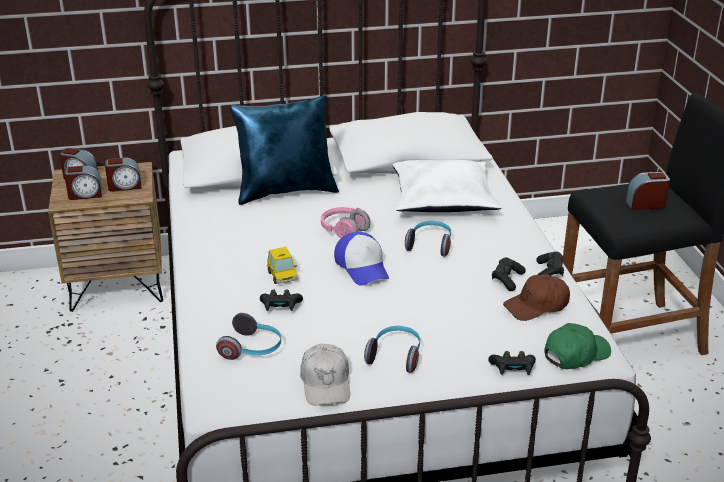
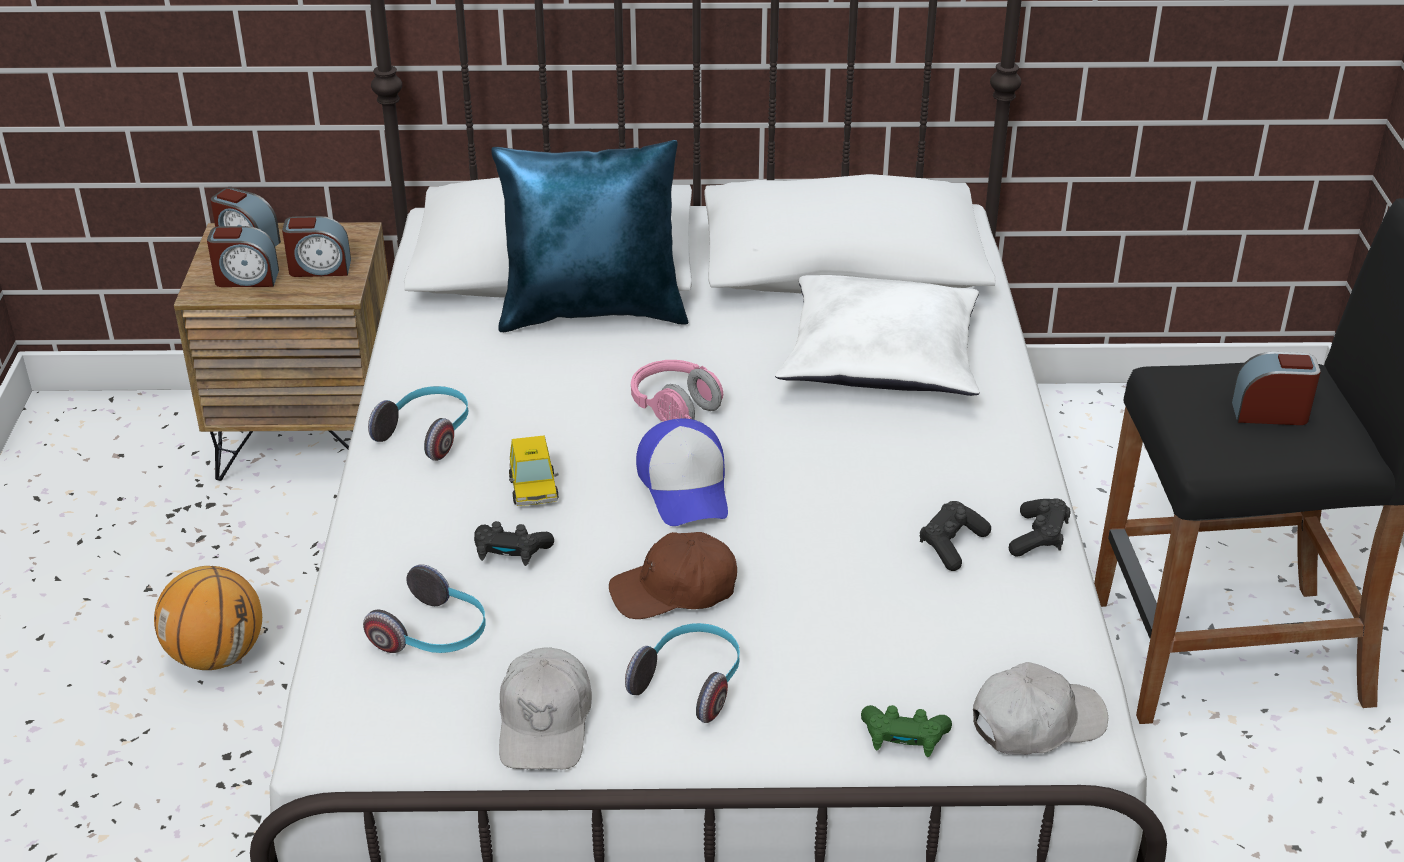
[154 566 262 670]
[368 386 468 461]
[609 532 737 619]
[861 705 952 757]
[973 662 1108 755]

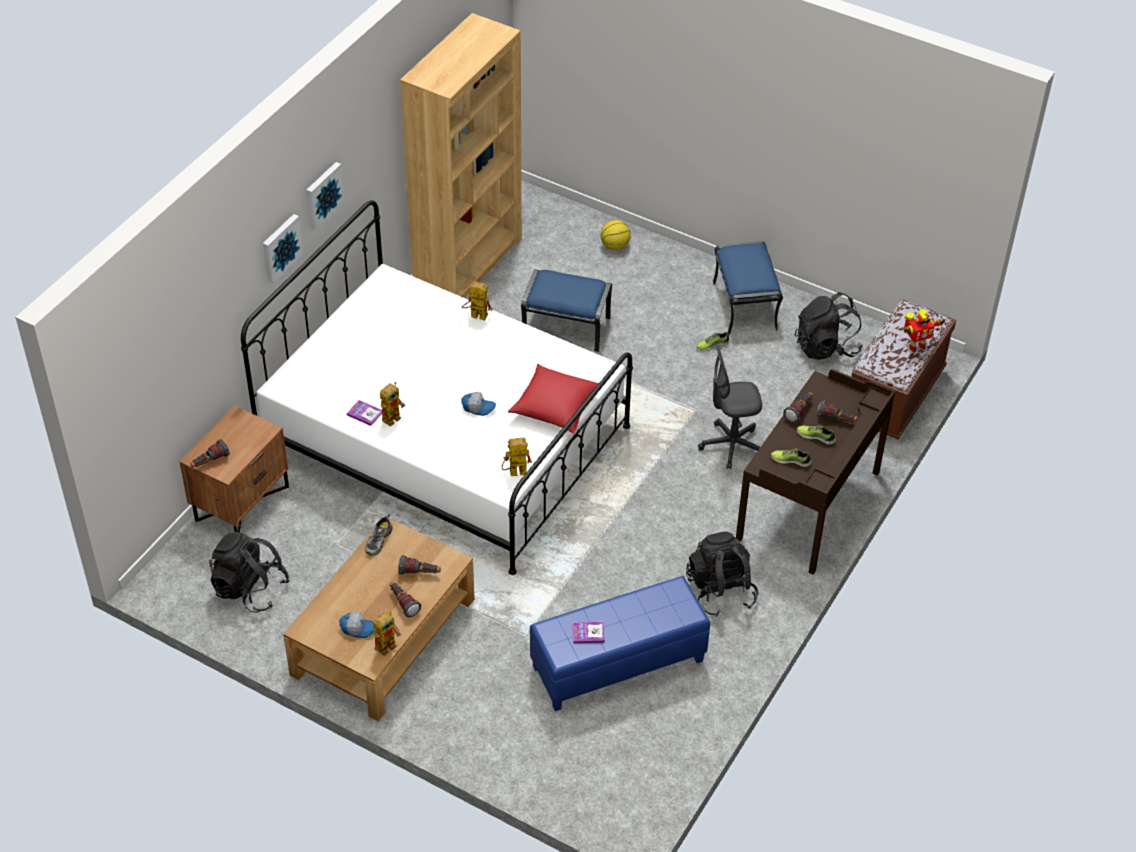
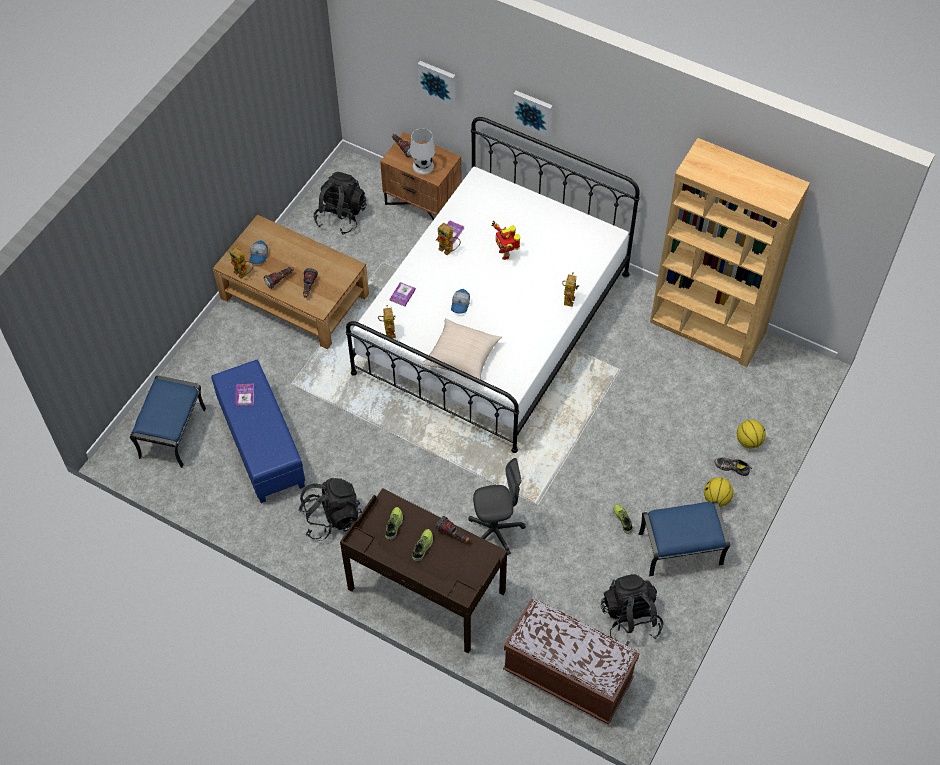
[130 376 206 468]
[390 282 416 306]
[410 128 435 175]
[418 61 456 107]
[422 318 502 380]
[468 458 526 555]
[492 221 520 260]
[704 477 734 507]
[714 457 753 476]
[817 400 858 422] (first image)

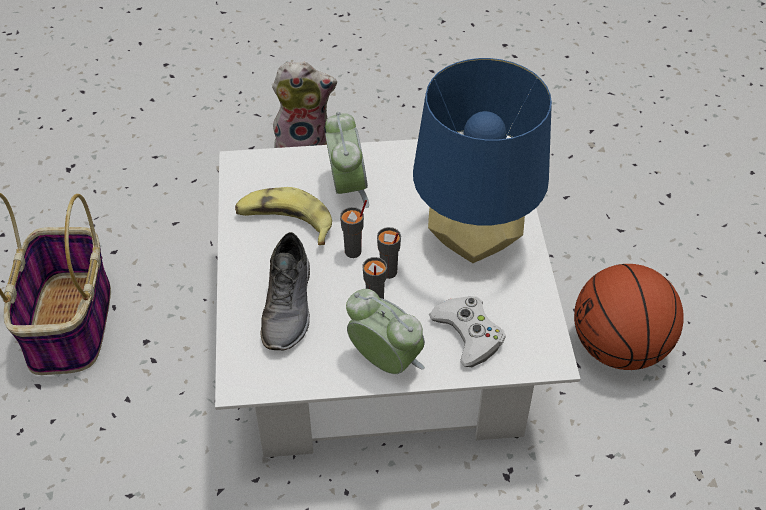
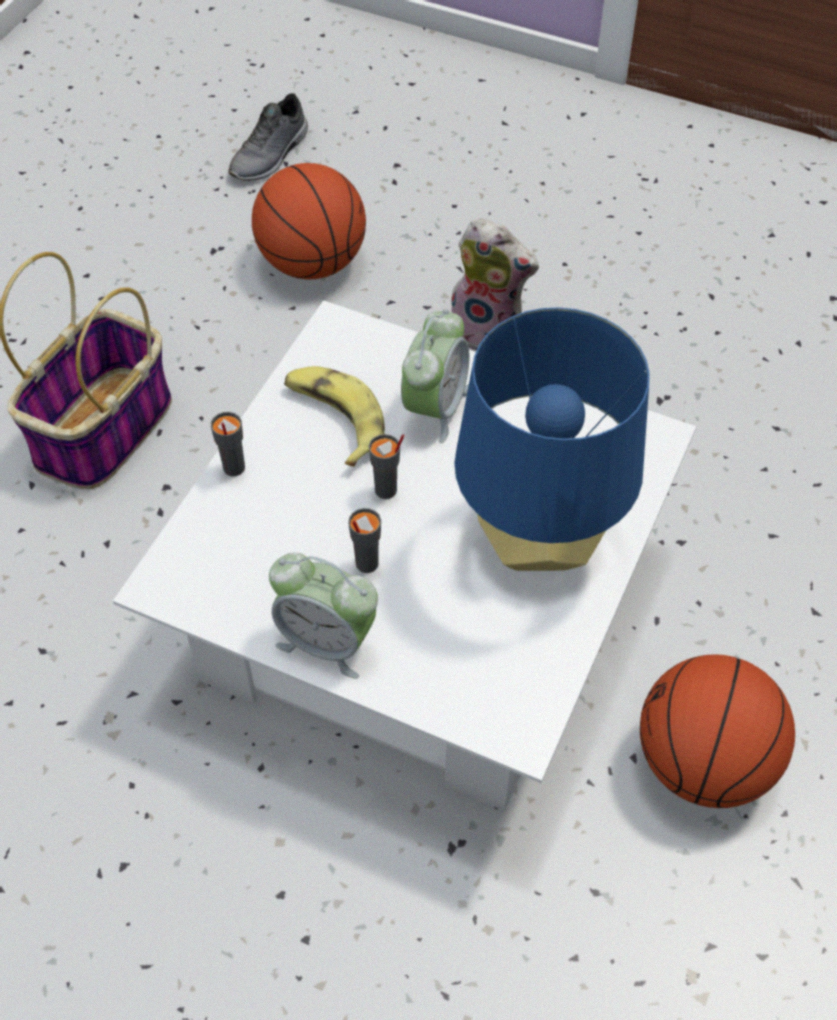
[211 412 245 476]
[228 93 308 181]
[252 163 366 279]
[269 552 378 679]
[429 296 506 367] (first image)

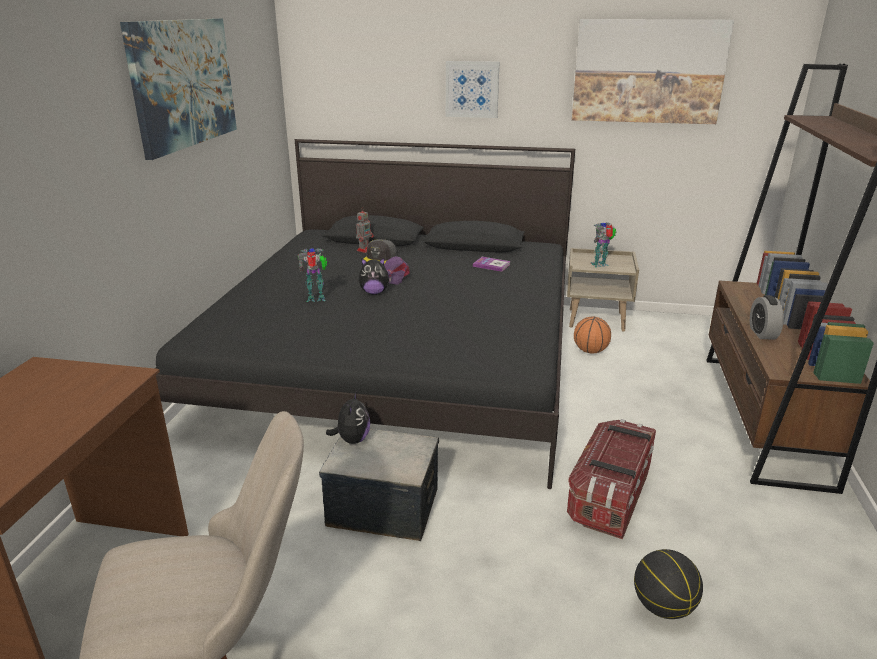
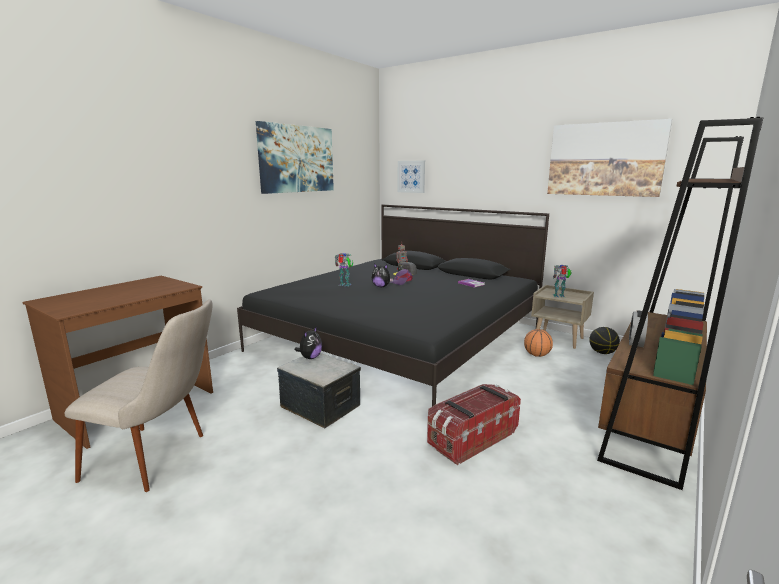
[398 160 425 193]
[589 327 620 354]

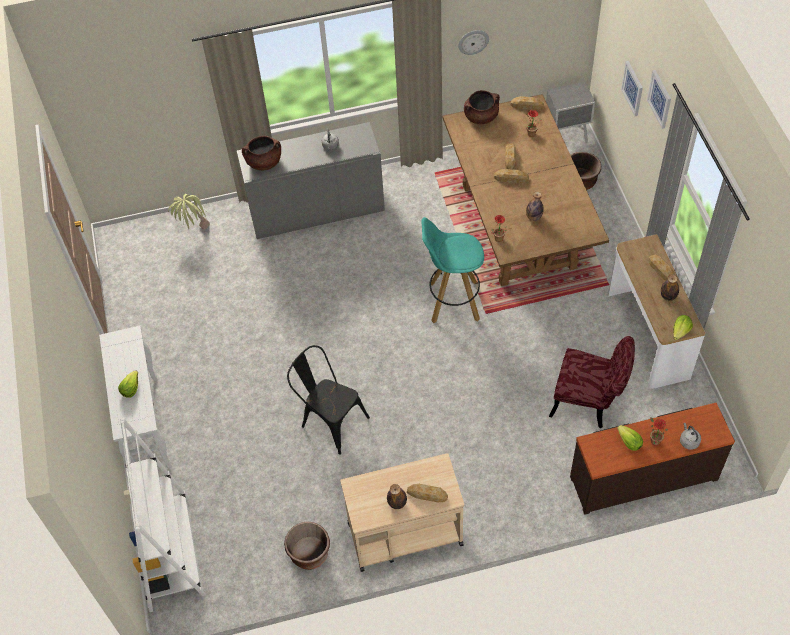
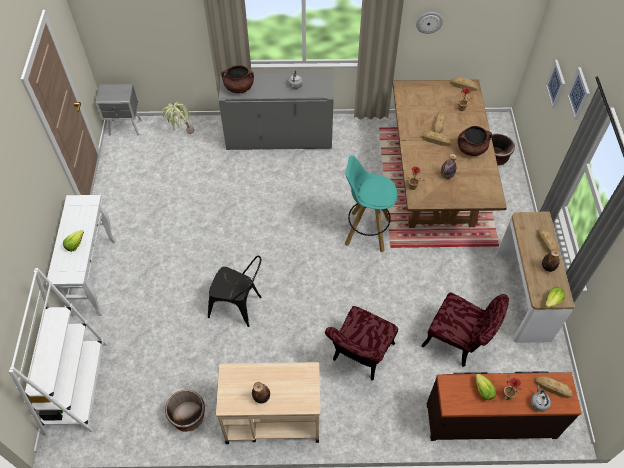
[96 84 142 136]
[208 255 262 327]
[325 306 398 380]
[458 126 492 156]
[535 376 573 398]

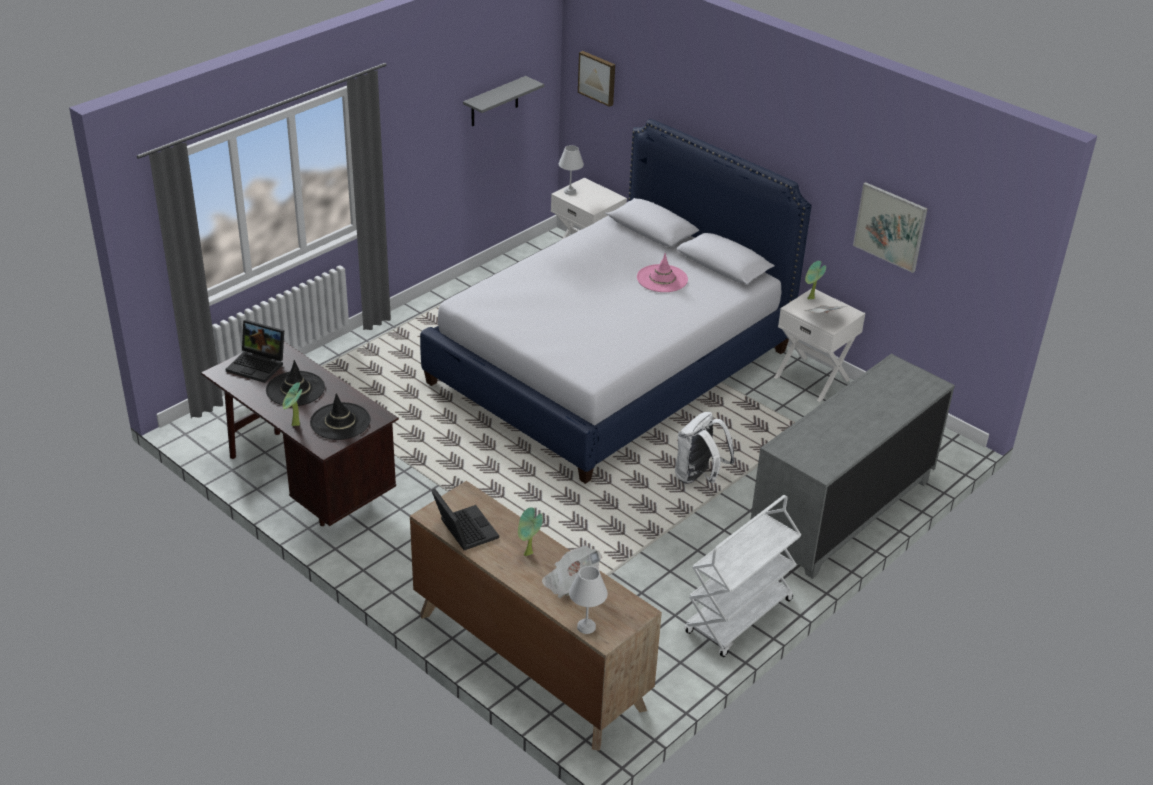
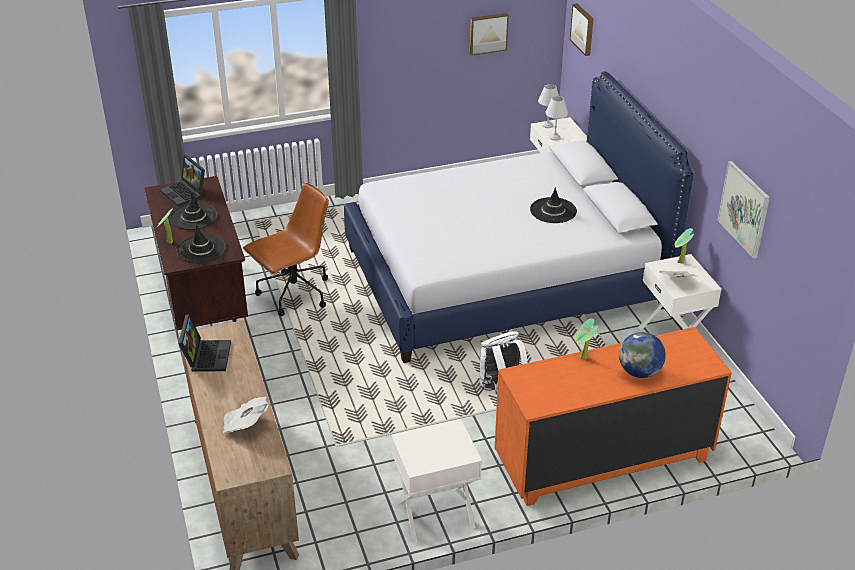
[243 183 329 316]
[391 419 482 544]
[470 13 509 56]
[495 327 732 506]
[530 187 577 223]
[545 96 568 141]
[576 319 598 359]
[619 332 666 378]

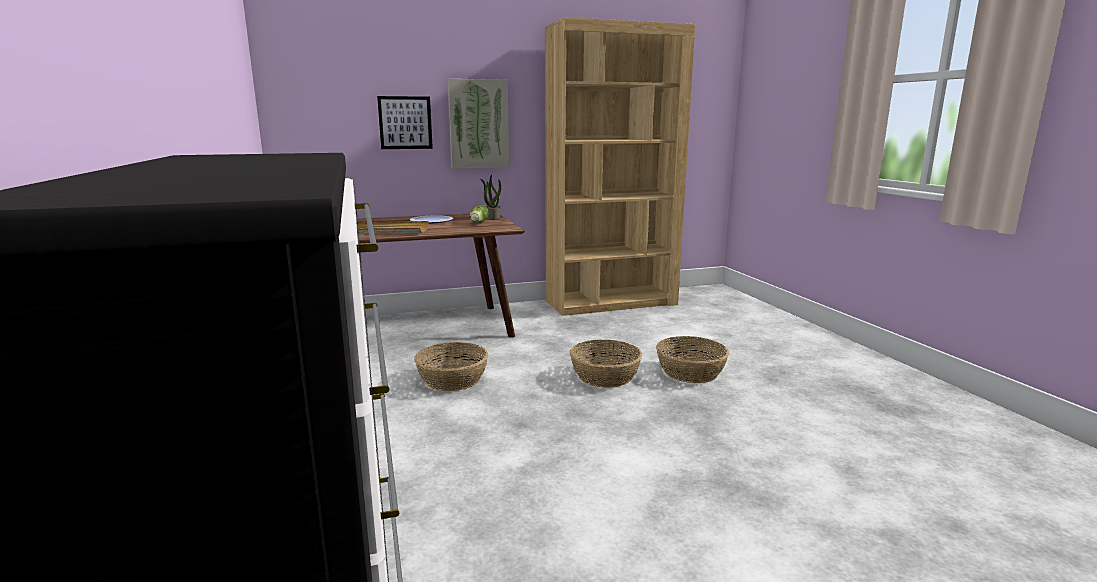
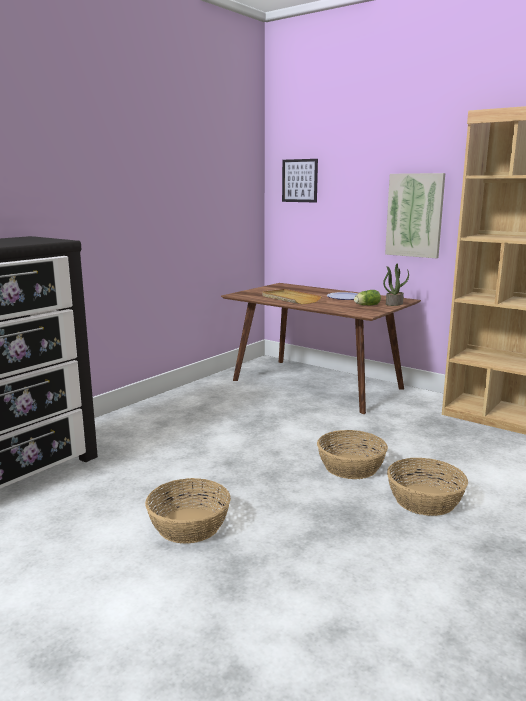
[145 478 231 544]
[282 159 318 203]

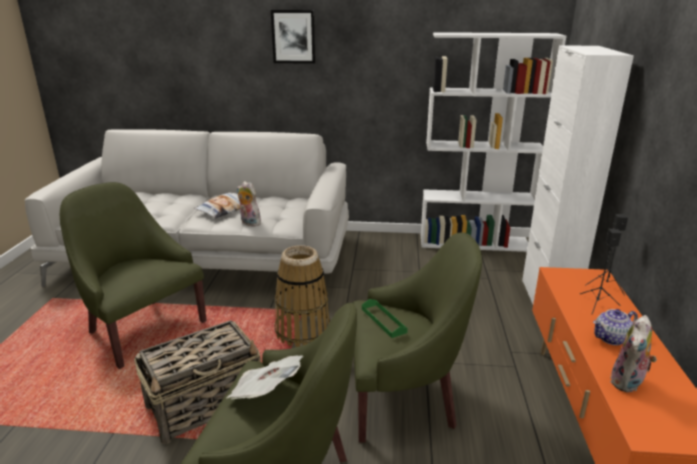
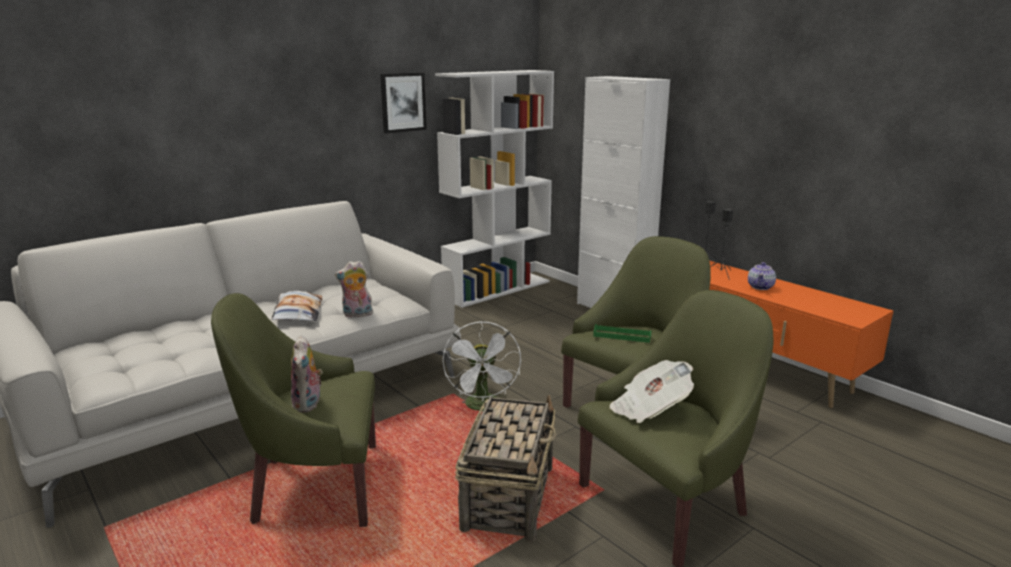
[291 335 323 413]
[380 72 427 133]
[442 321 521 411]

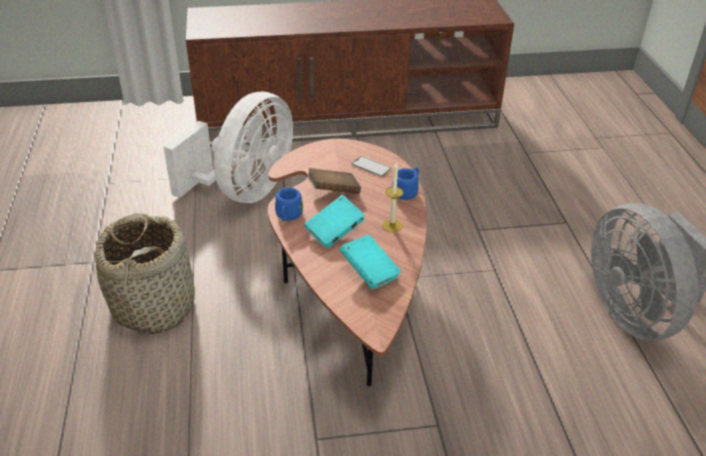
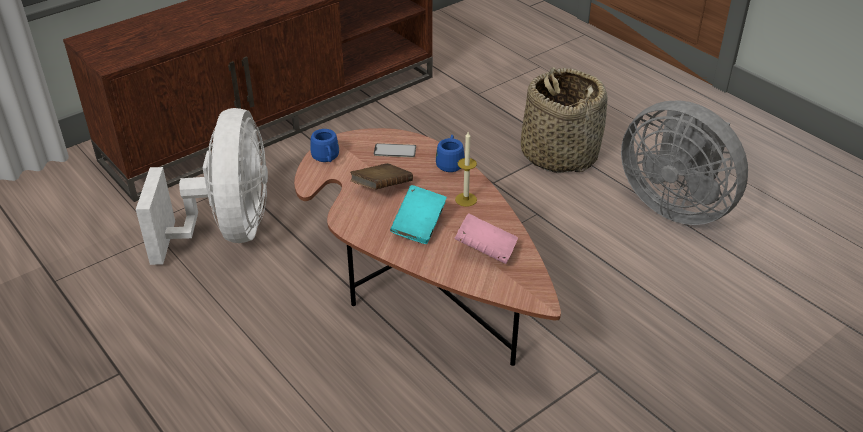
[310 129 339 162]
[455 213 518 264]
[521 67 607 173]

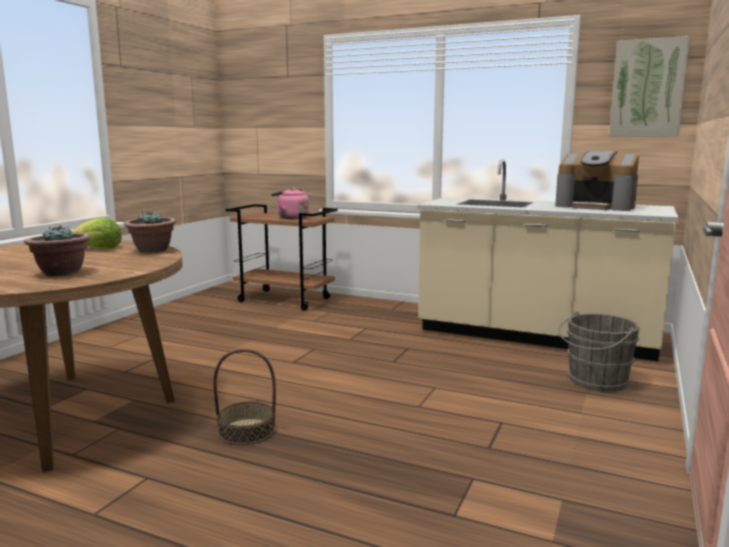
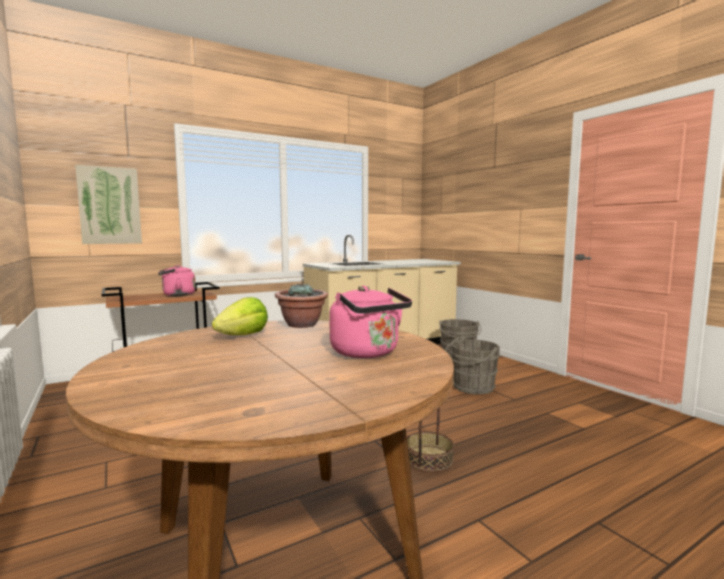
[75 165 142 244]
[329 286 412 358]
[445 338 500 394]
[555 151 639 211] (first image)

